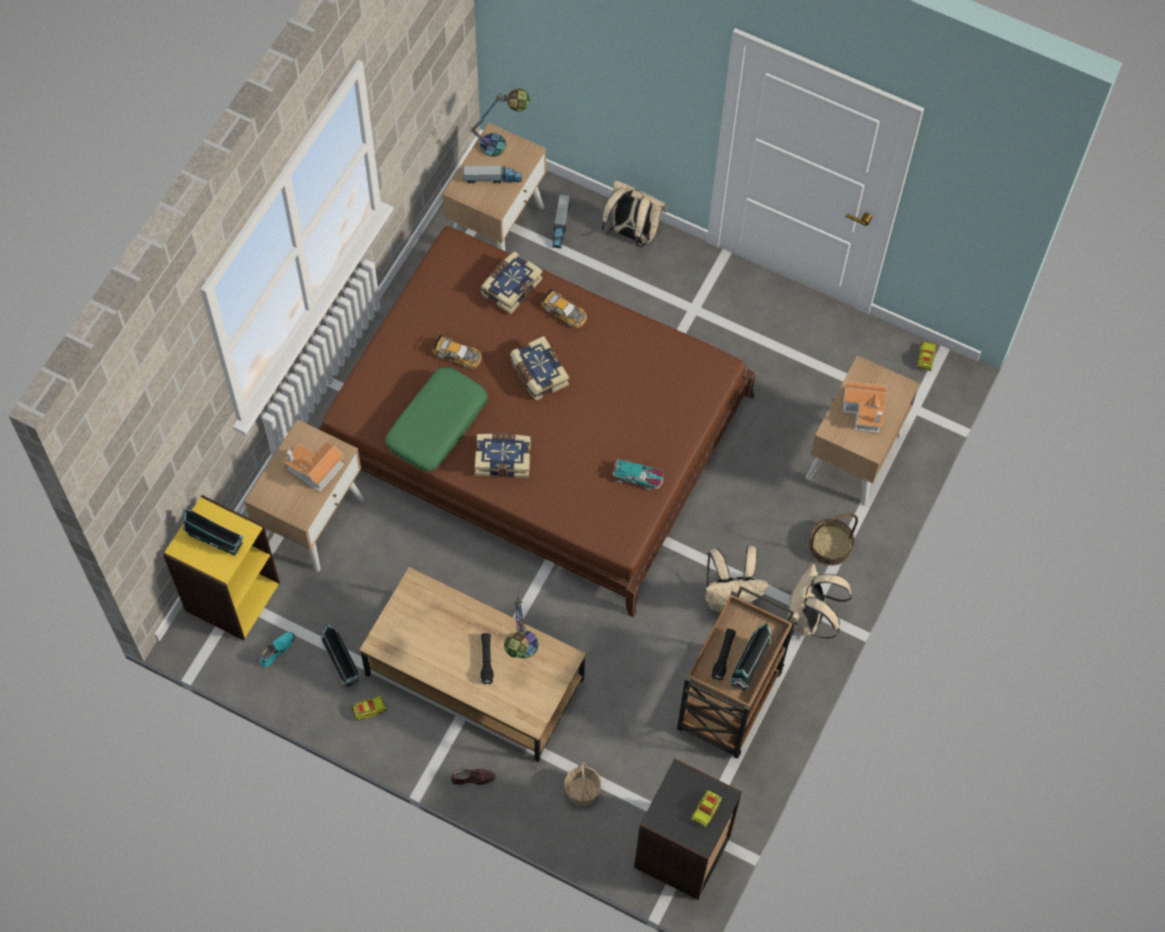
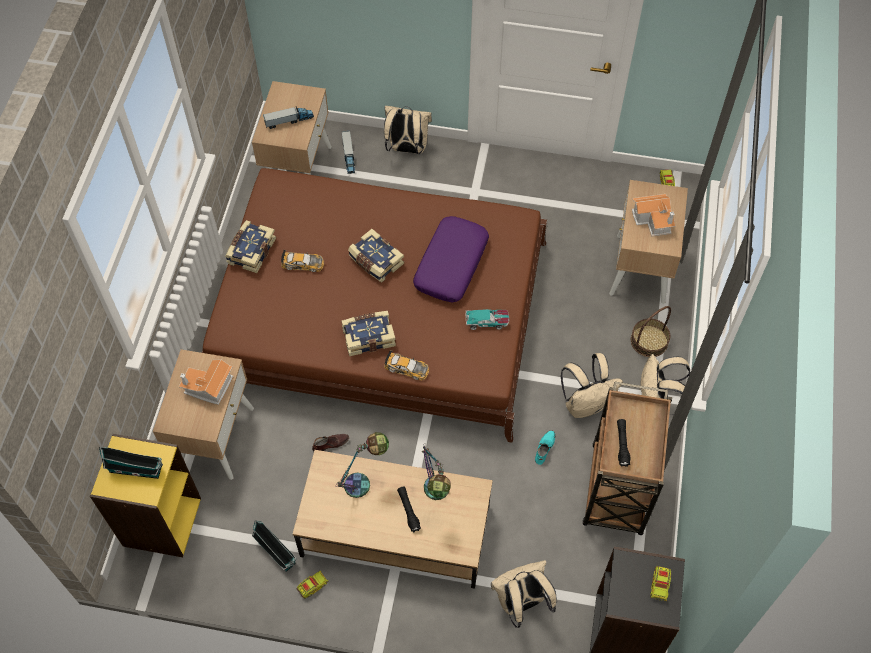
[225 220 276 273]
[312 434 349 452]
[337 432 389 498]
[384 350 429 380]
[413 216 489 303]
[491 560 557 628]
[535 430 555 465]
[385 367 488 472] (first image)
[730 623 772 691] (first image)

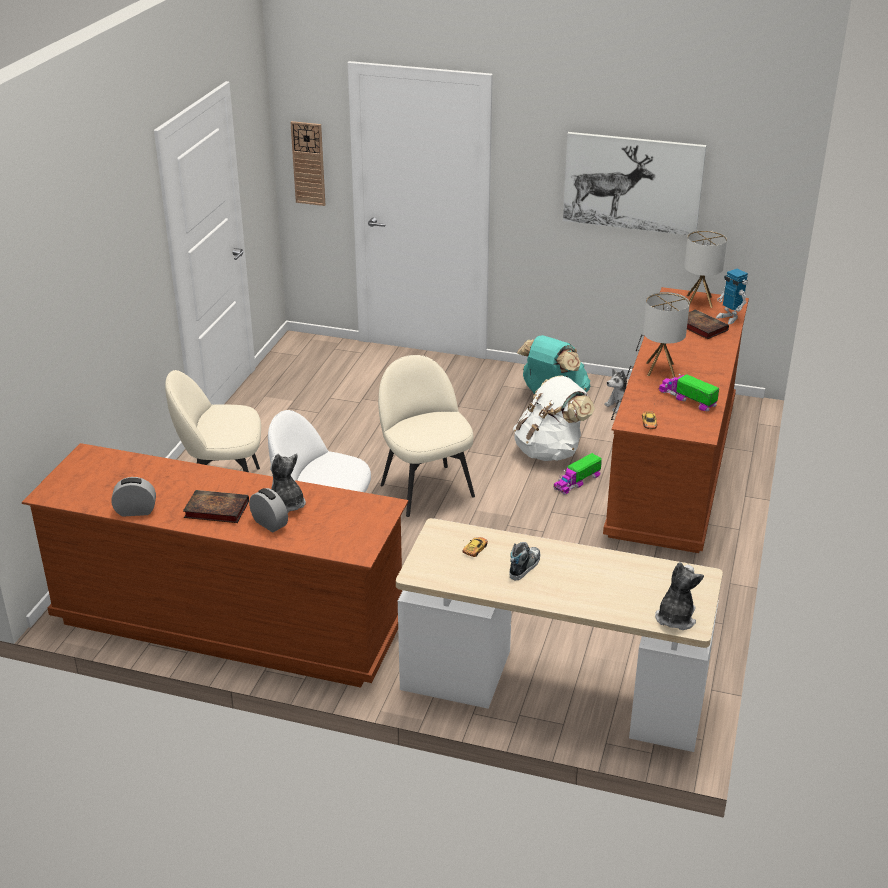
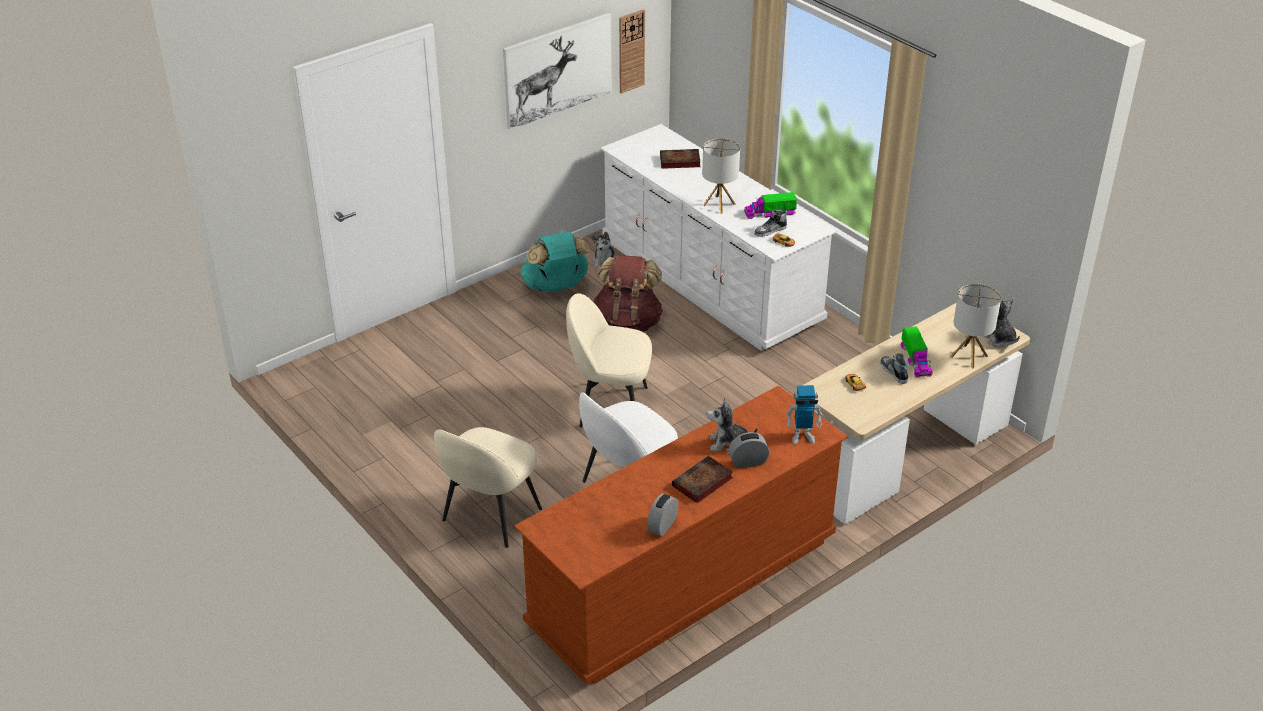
[594 255 663 332]
[600 124 837 351]
[619 9 645 94]
[754 210 788 237]
[786 385 822 444]
[901 326 933 378]
[950 284 1001 368]

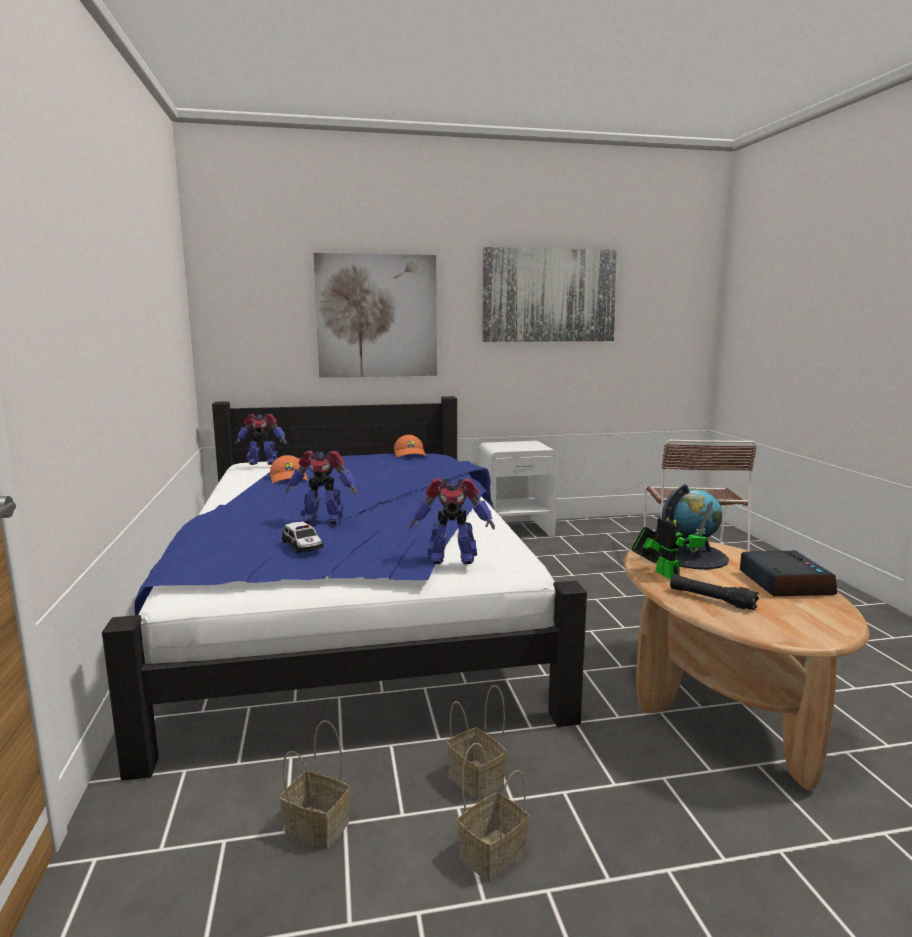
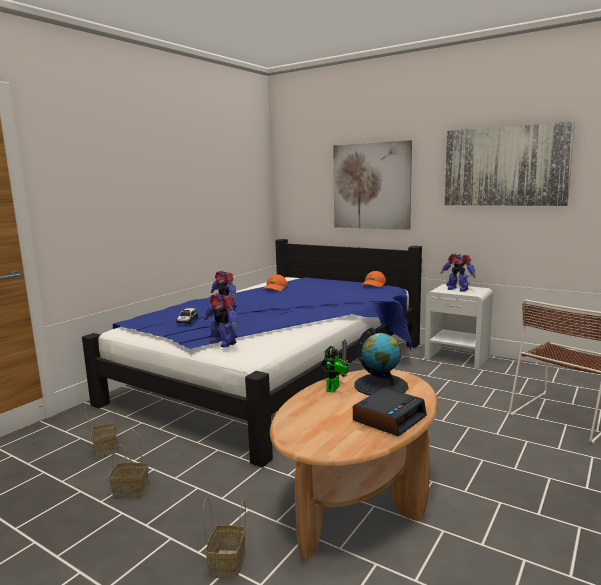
[203 497 246 579]
[441 254 476 292]
[670 575 759 611] (first image)

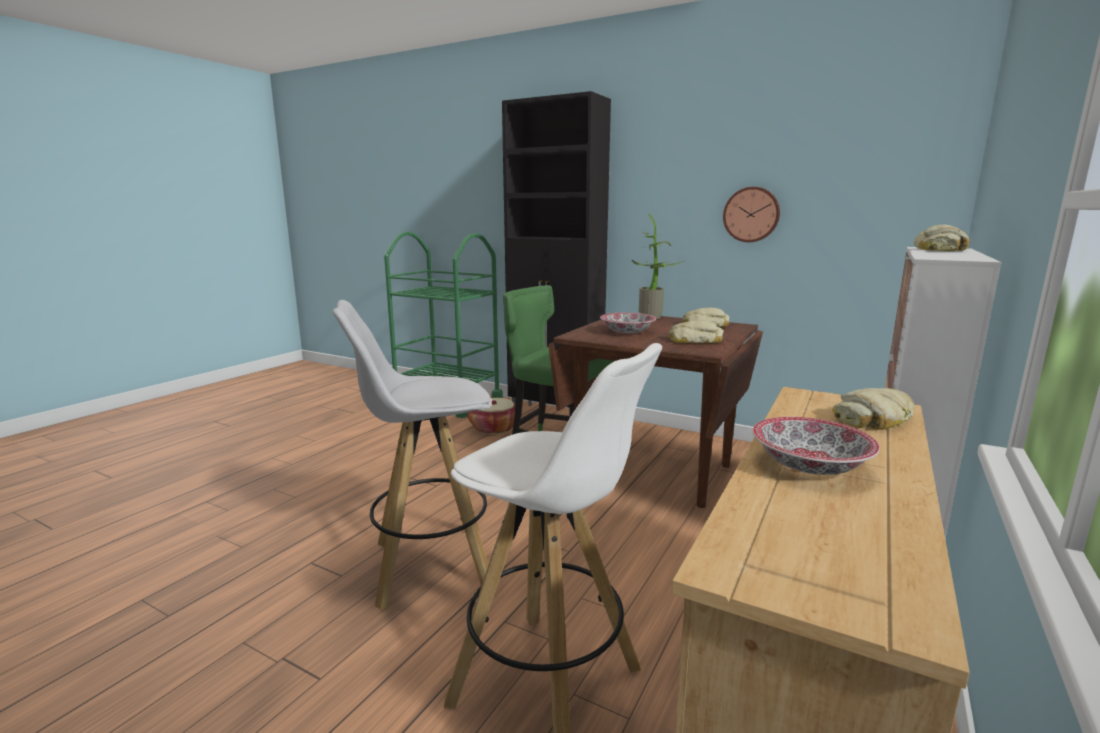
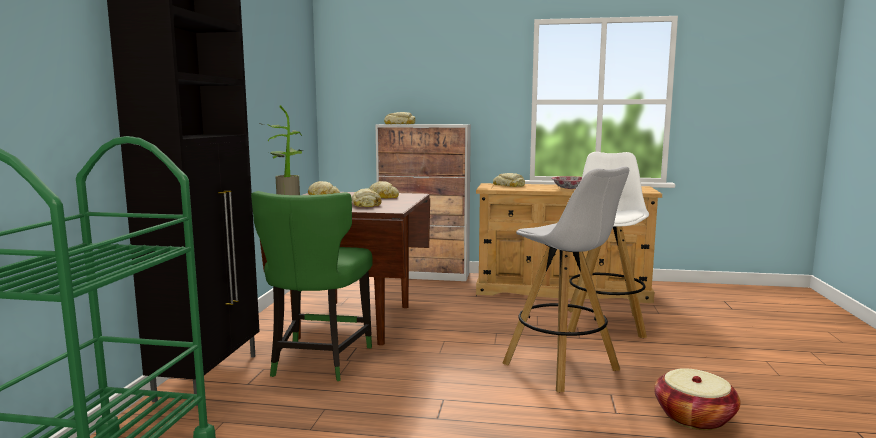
[352 189 382 207]
[654 368 741 430]
[723 187 780 242] (first image)

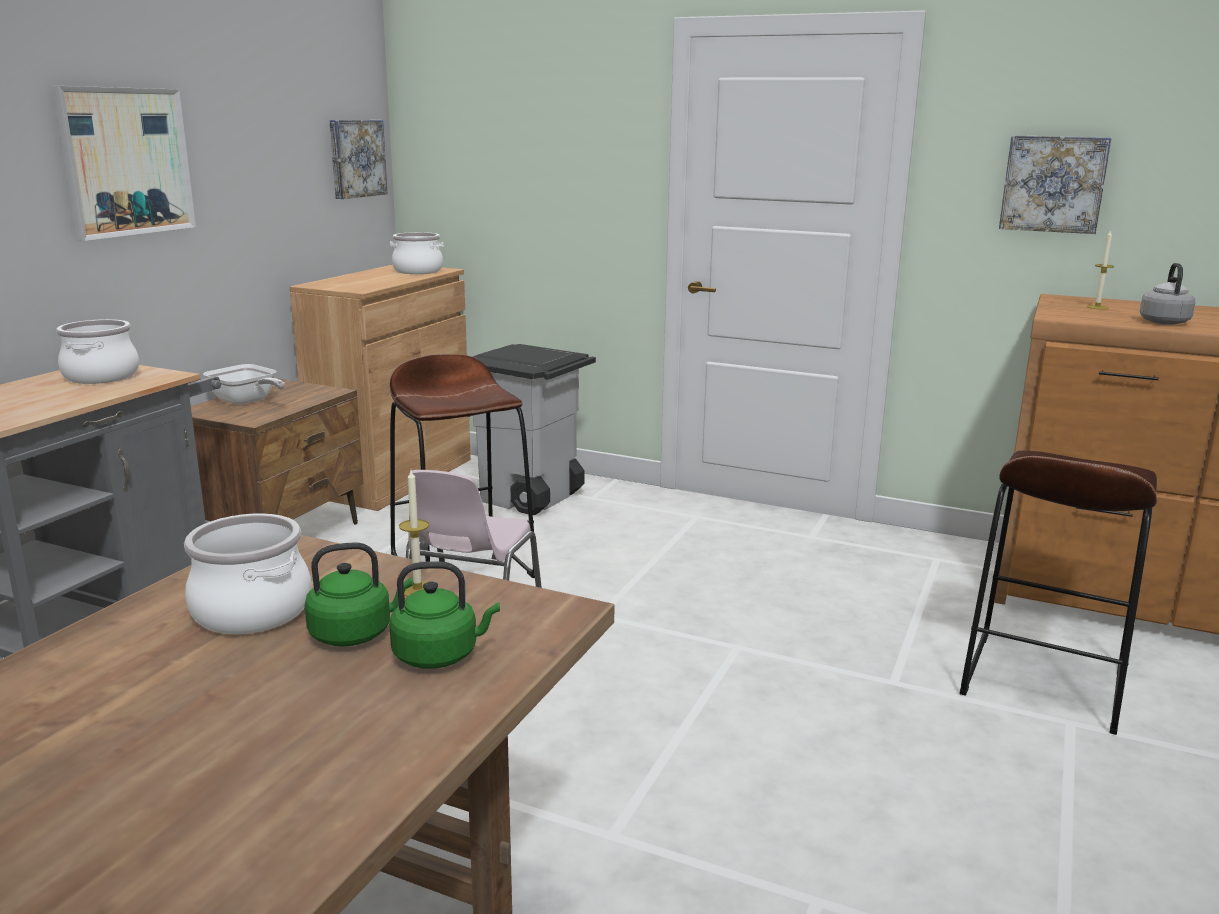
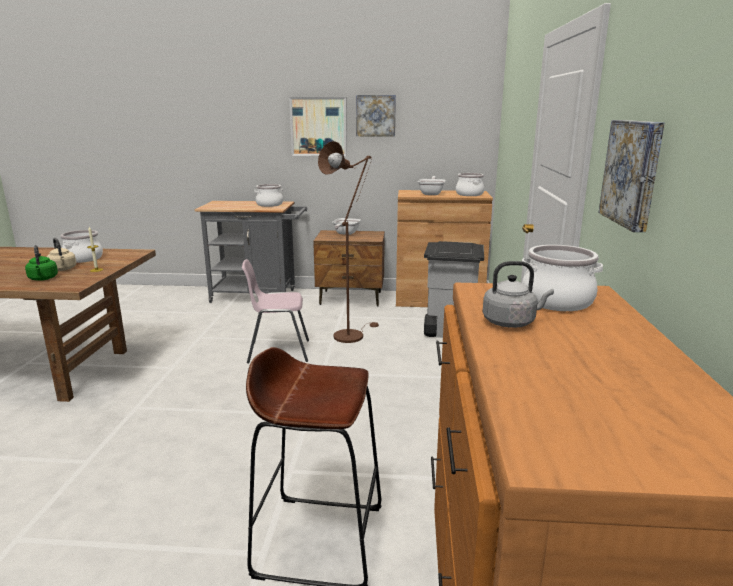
[47 238 76 271]
[318 141 379 343]
[356 95 396 137]
[418 176 446 195]
[522 245 603 311]

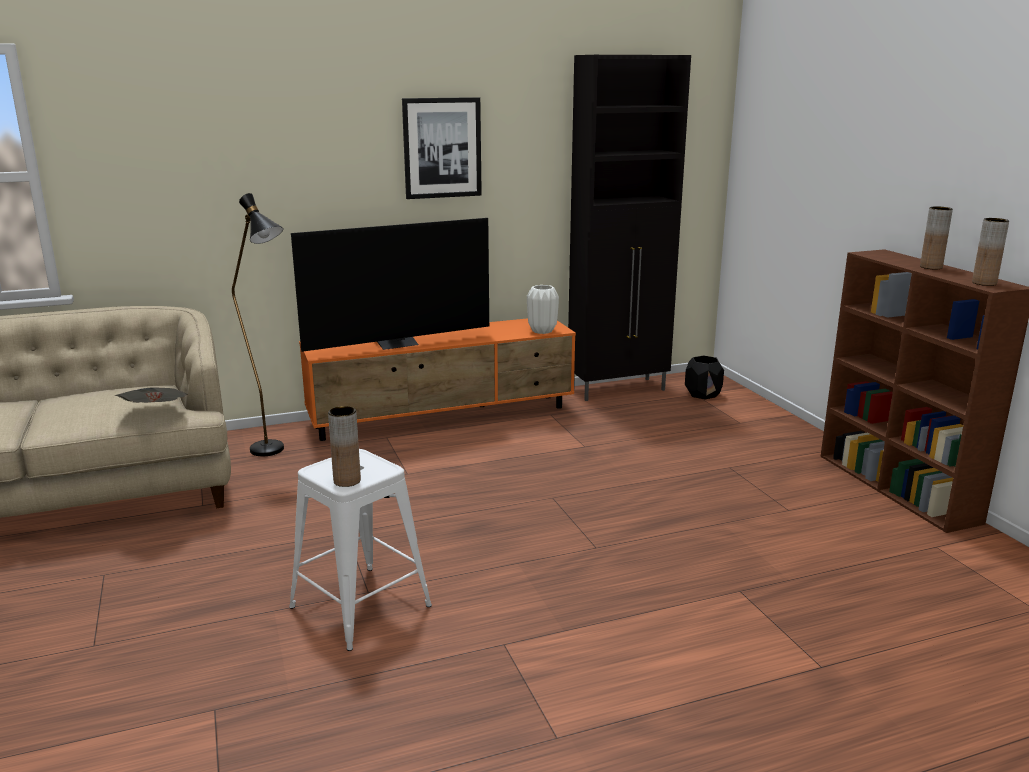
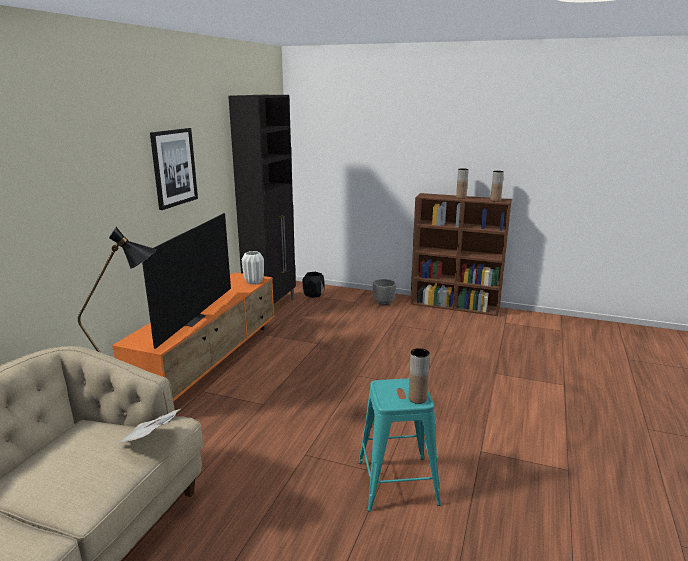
[359 378 441 511]
[373 279 396 305]

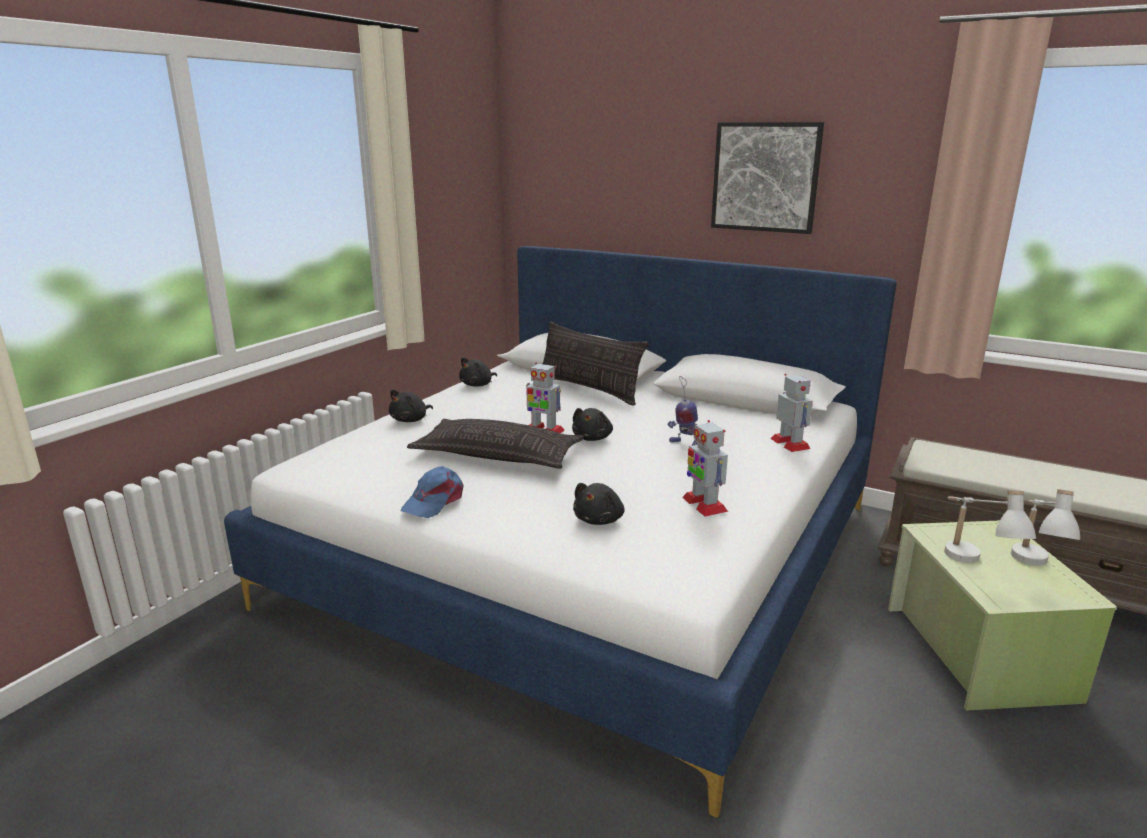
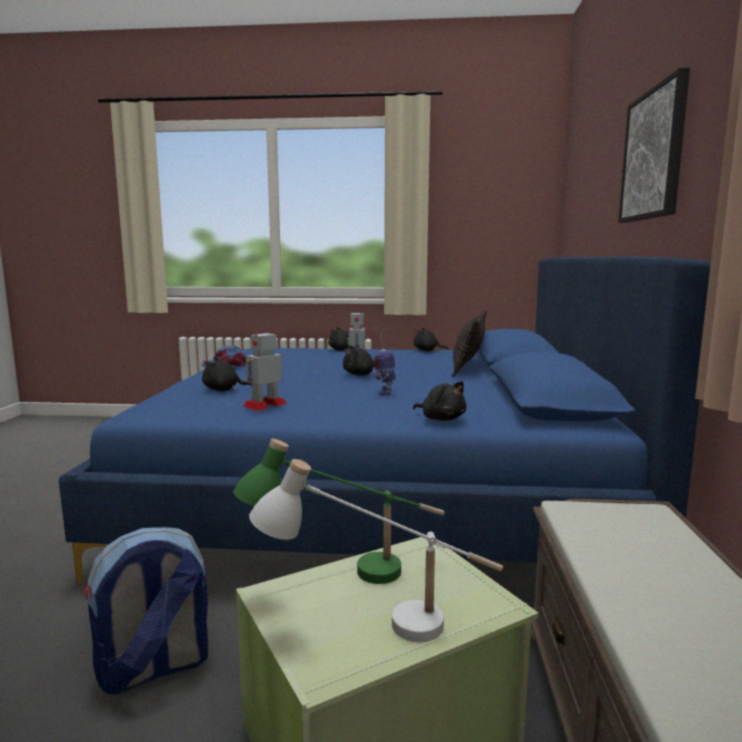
[59 257 711 584]
[83 527 208 695]
[233 439 445 584]
[413 381 466 421]
[407 419 584 469] (first image)

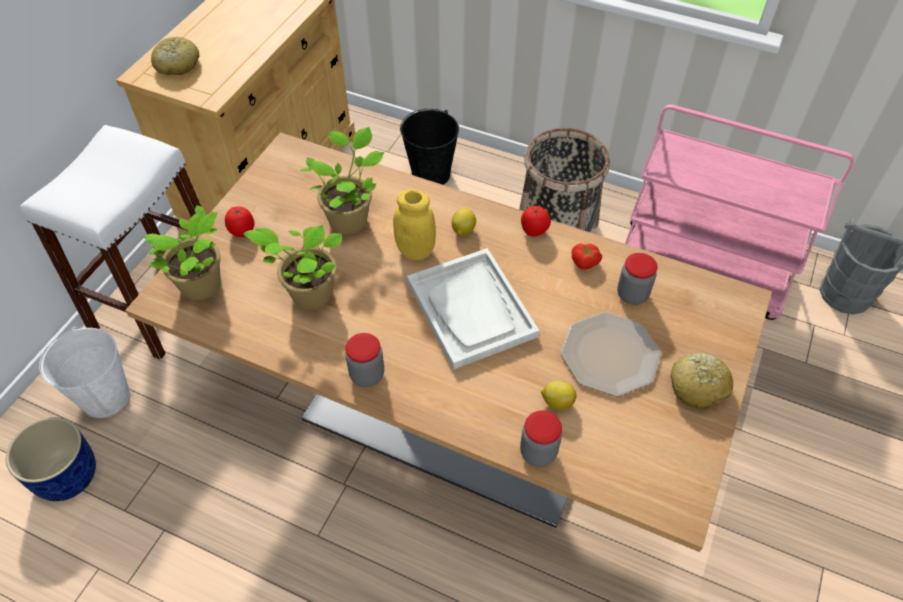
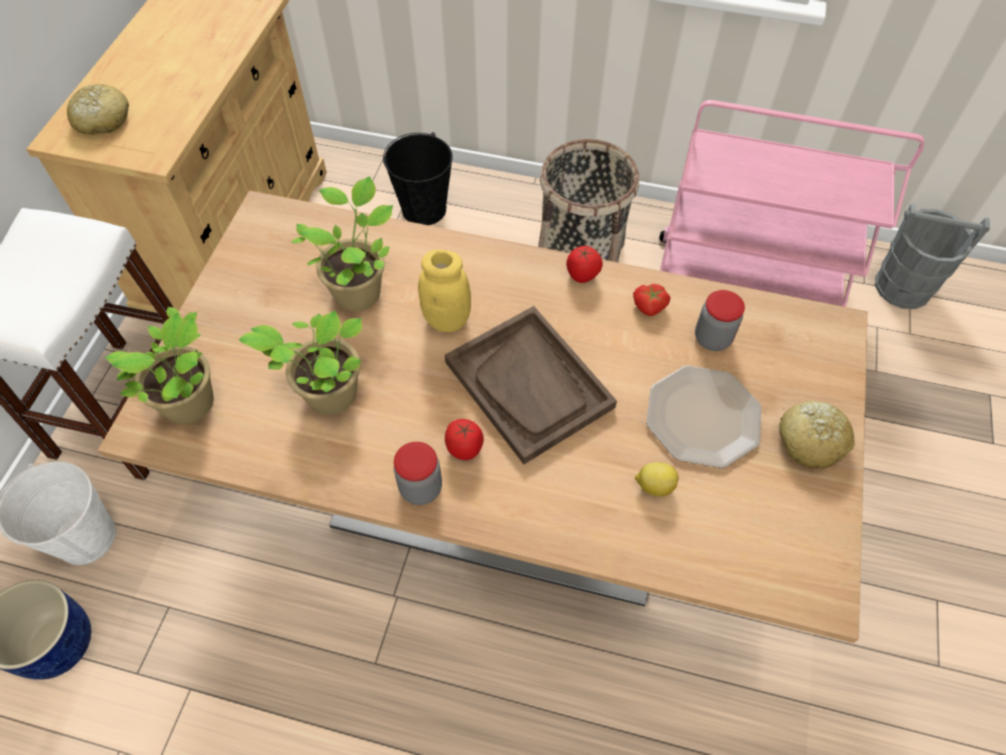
[445 306 617 464]
[445 419 484 460]
[452 208 476 235] (first image)
[520 411 562 467] (first image)

